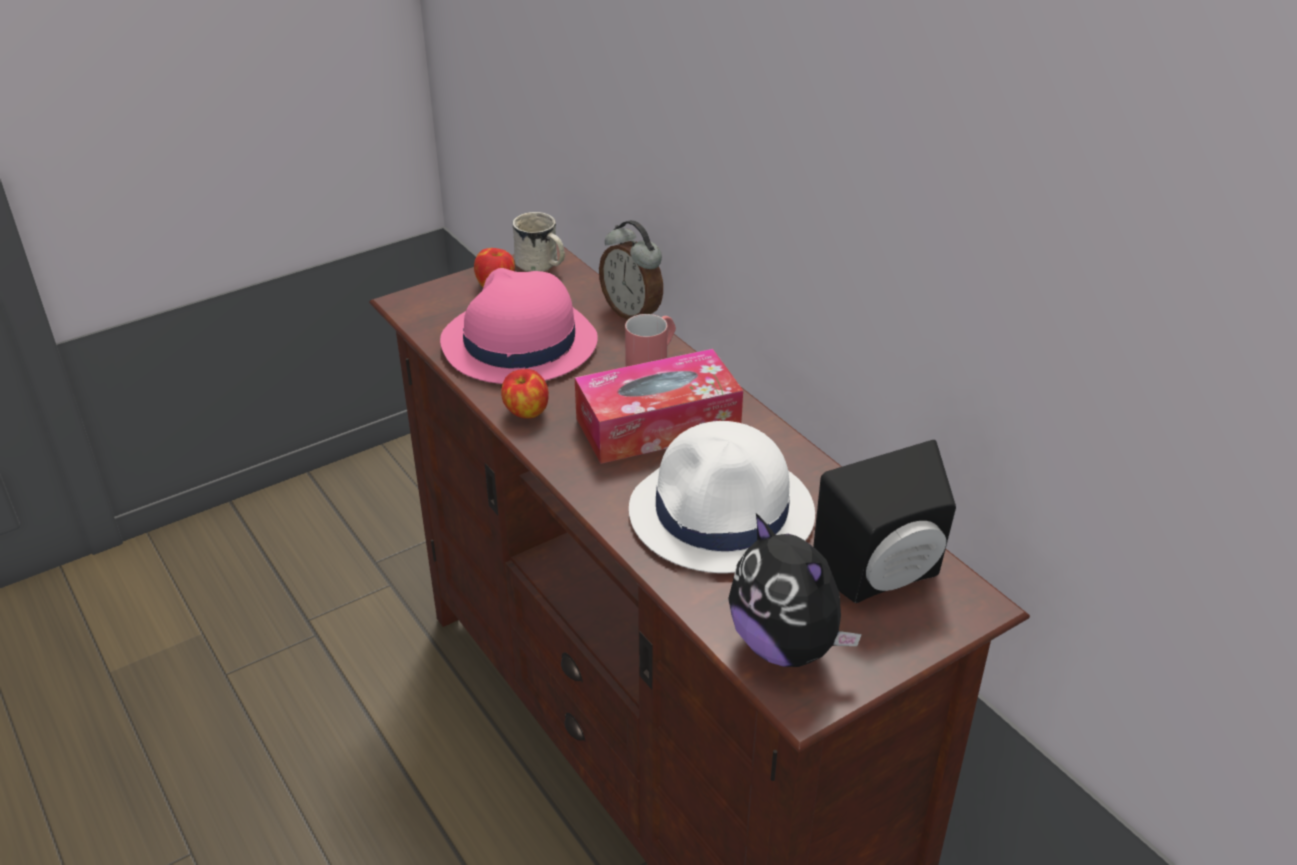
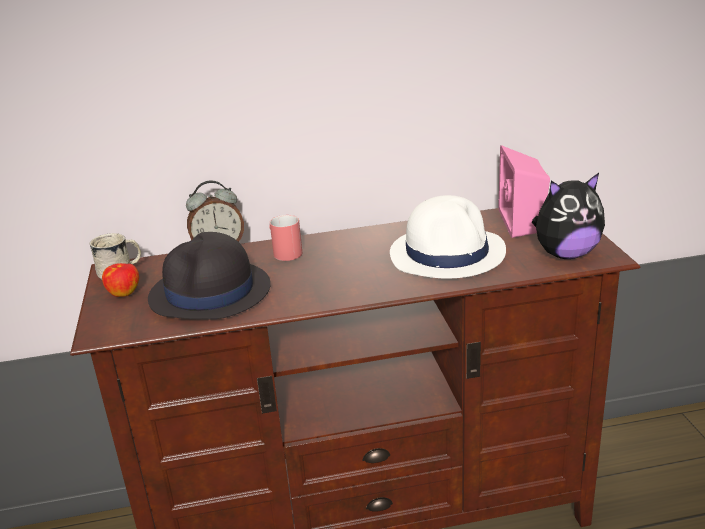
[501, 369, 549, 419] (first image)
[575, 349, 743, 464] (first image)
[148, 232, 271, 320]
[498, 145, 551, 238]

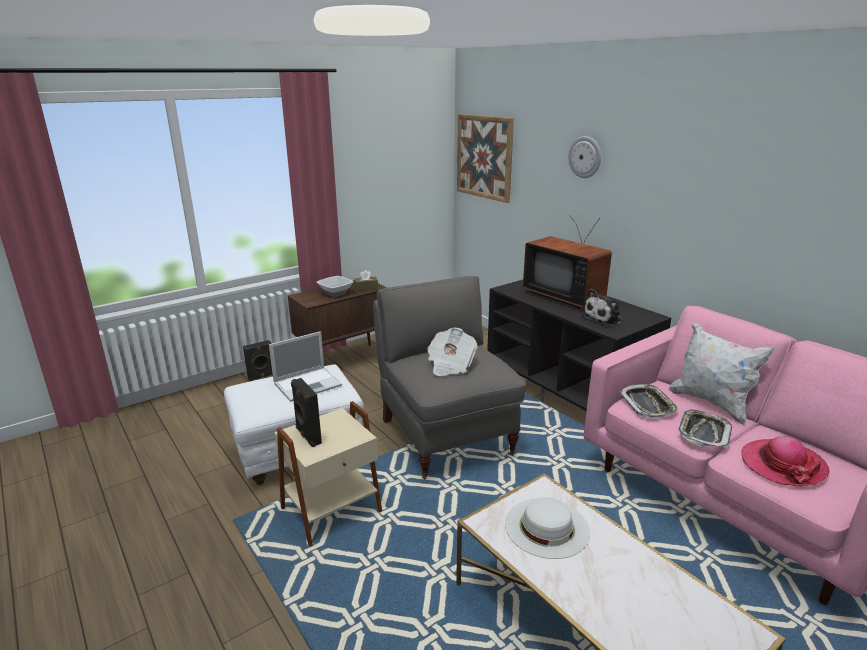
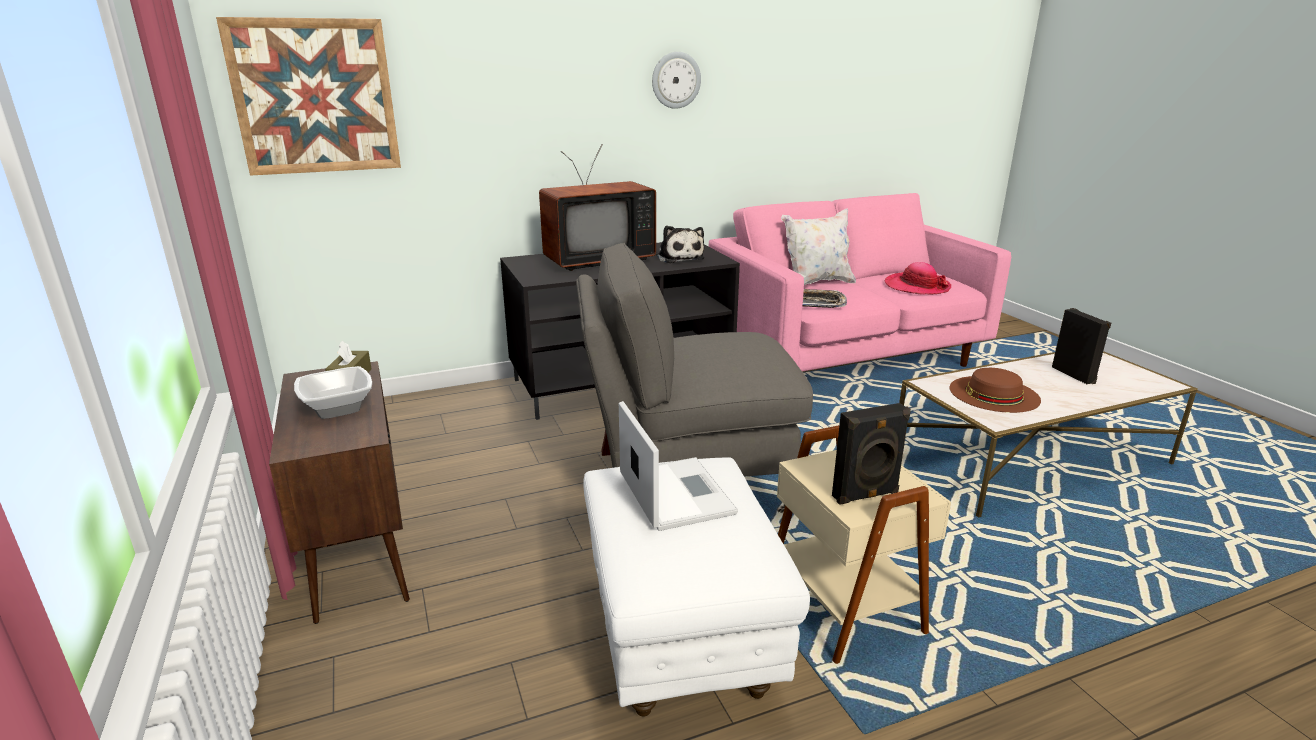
[427, 328, 478, 376] (first image)
[678, 409, 732, 448] (first image)
[1052, 308, 1111, 384]
[652, 52, 701, 109]
[949, 368, 1041, 413]

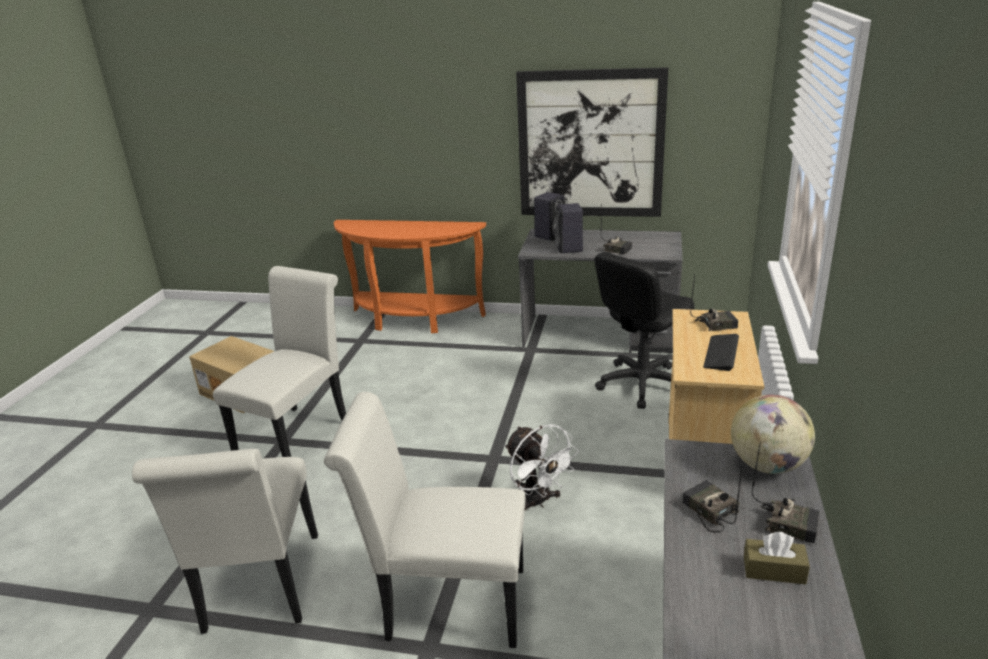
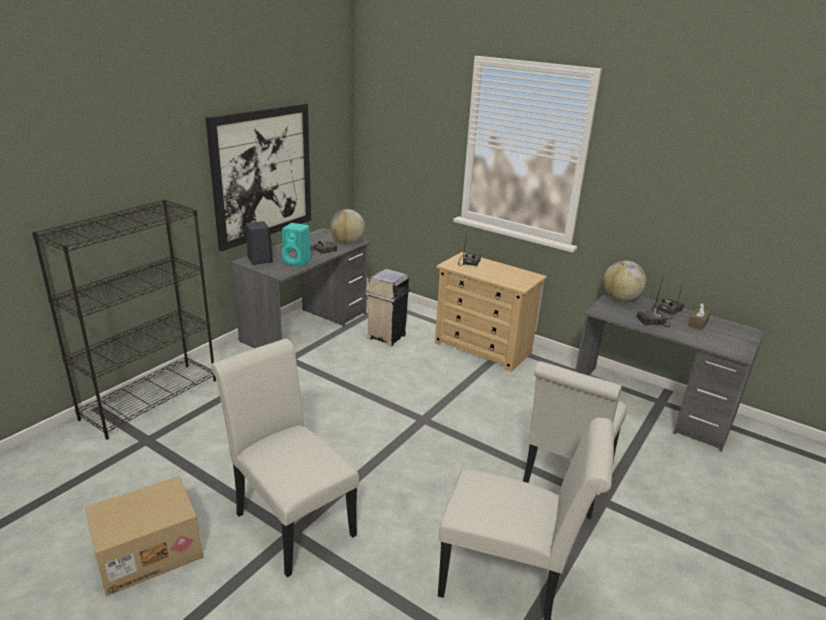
[505, 424, 579, 510] (first image)
[703, 334, 739, 371] (first image)
[330, 209, 365, 244]
[32, 199, 216, 440]
[366, 269, 410, 346]
[282, 223, 311, 267]

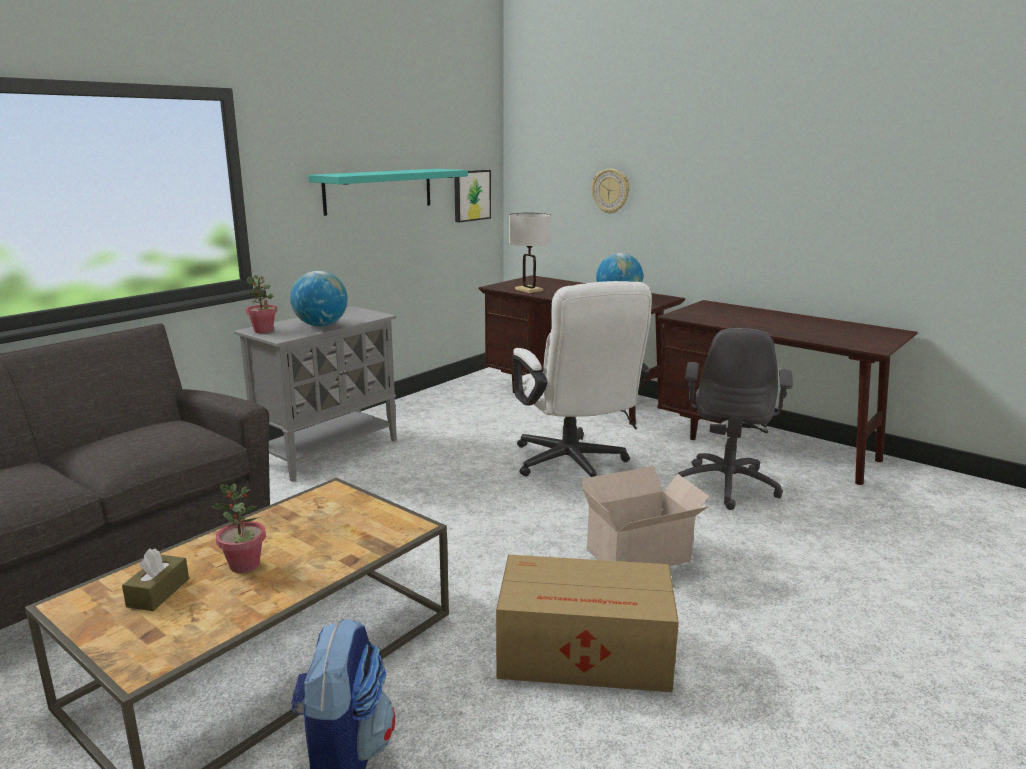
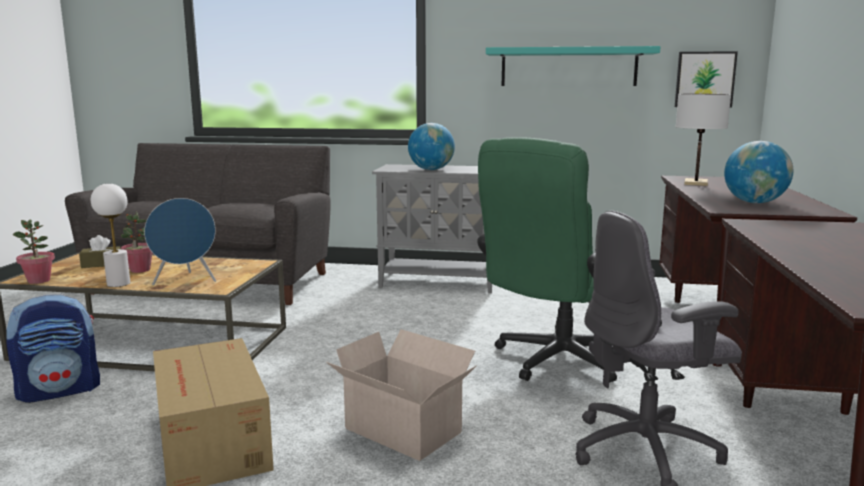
[592, 169, 630, 214] (first image)
[91, 183, 130, 287]
[144, 198, 216, 286]
[13, 219, 55, 284]
[477, 137, 617, 383]

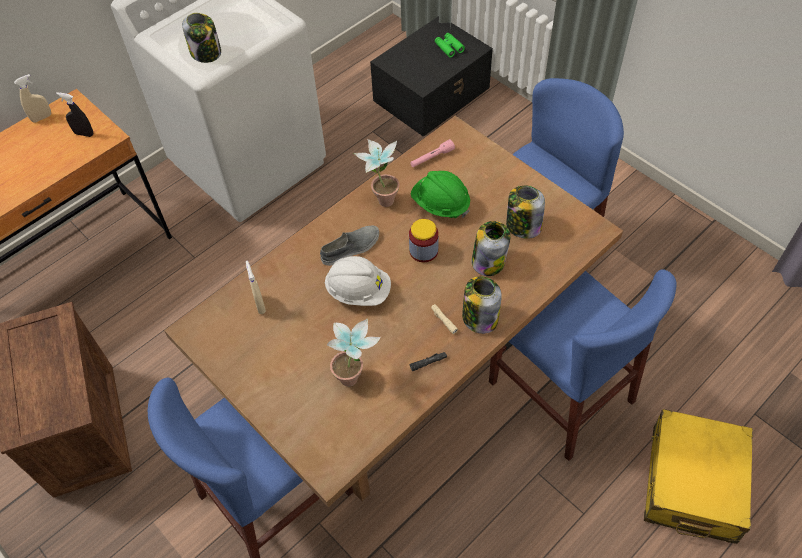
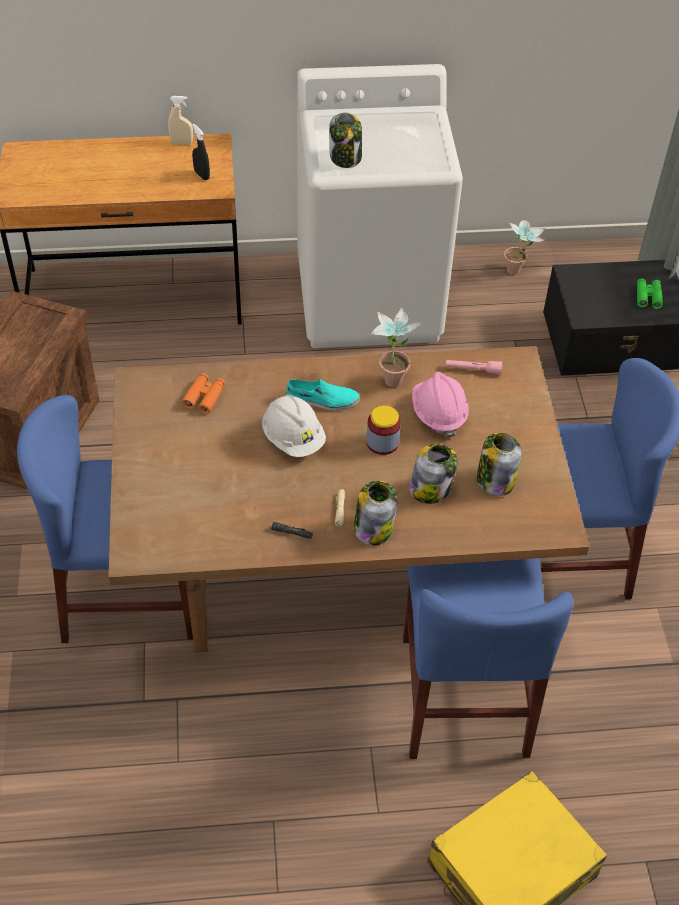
[504, 220, 545, 275]
[181, 373, 225, 414]
[286, 378, 360, 411]
[412, 372, 469, 438]

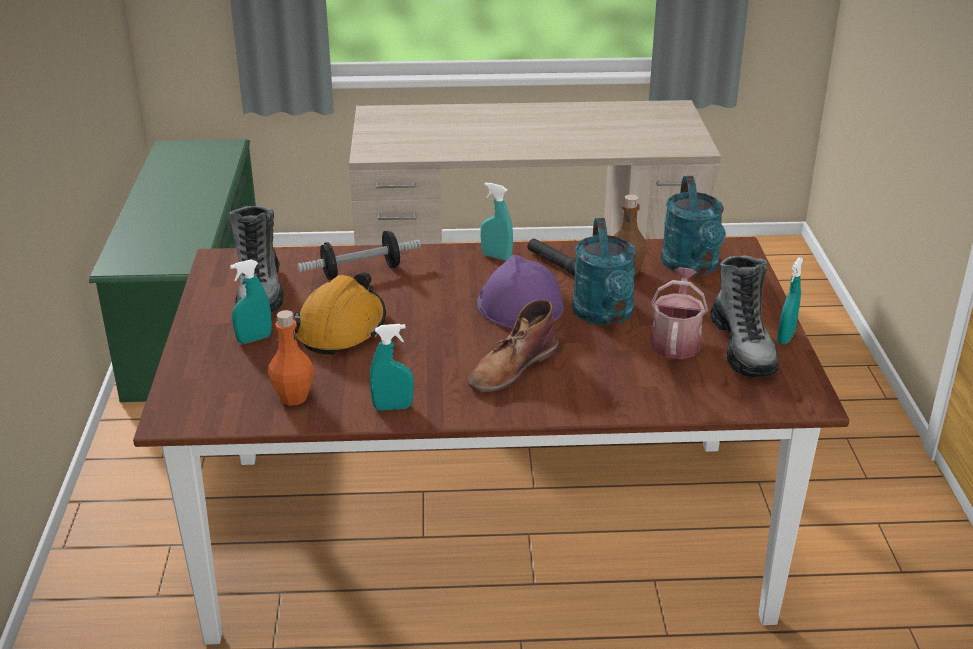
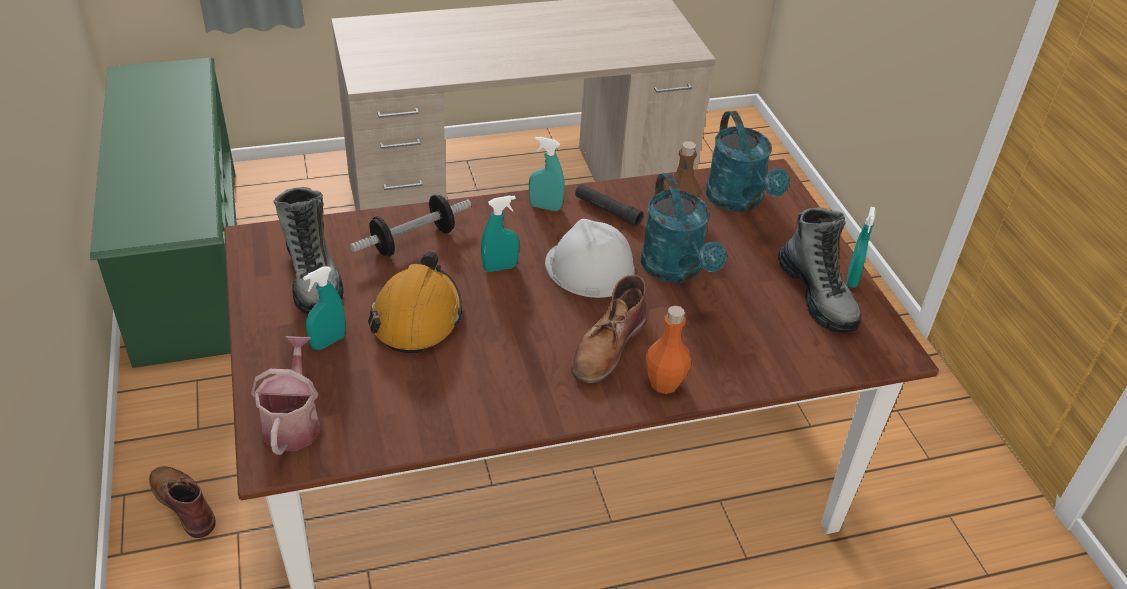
[149, 466, 216, 538]
[646, 306, 691, 394]
[481, 195, 519, 272]
[251, 336, 321, 455]
[545, 219, 635, 298]

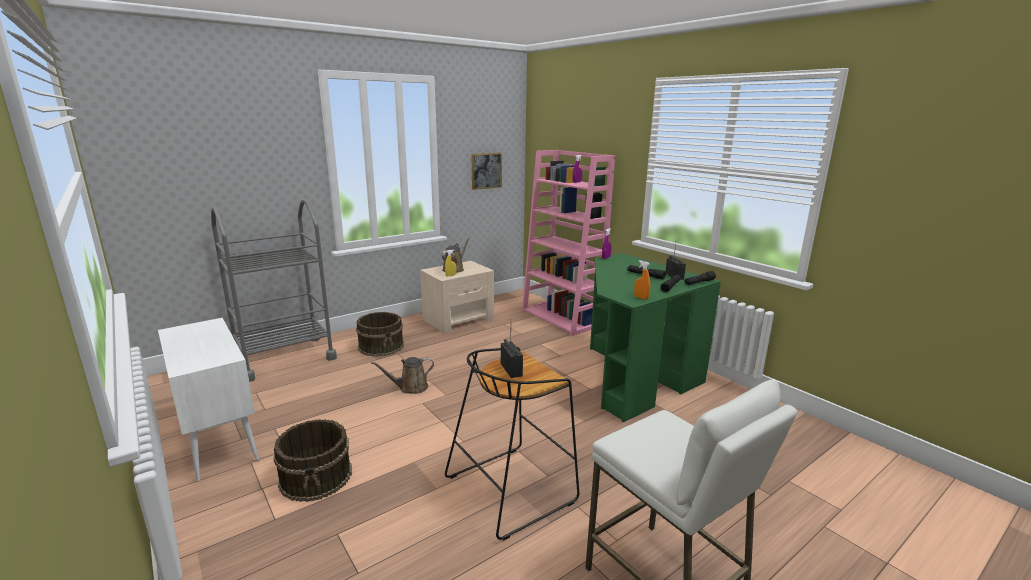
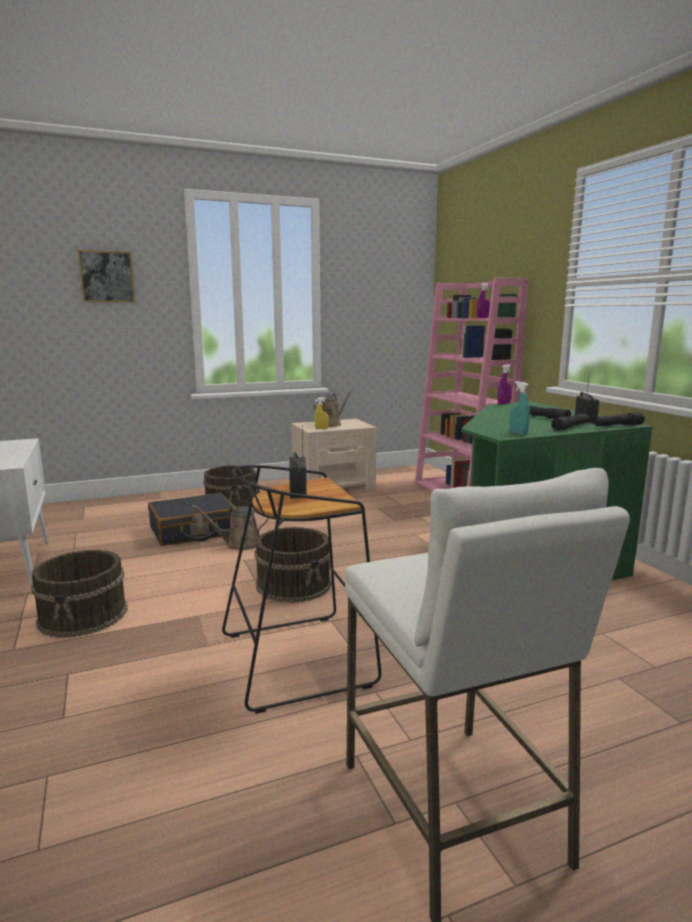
[211, 199, 337, 382] (first image)
[148, 493, 236, 546]
[254, 527, 332, 603]
[78, 250, 136, 303]
[509, 381, 530, 435]

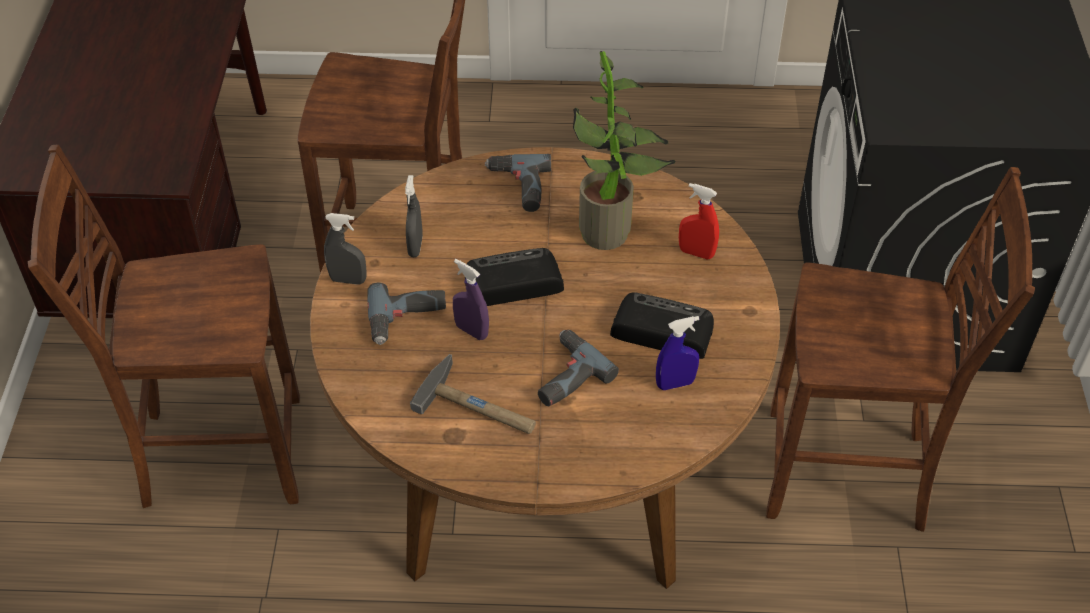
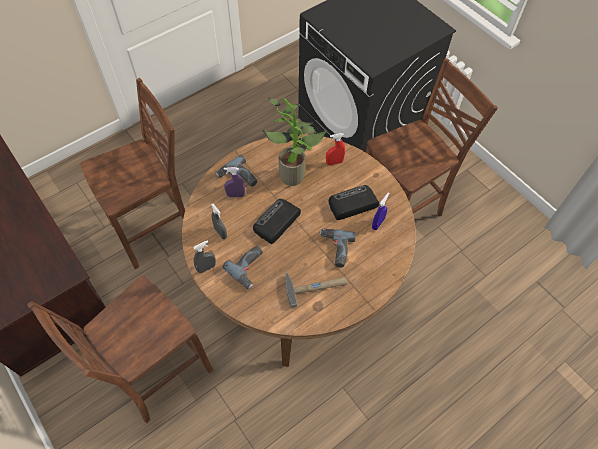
[224, 167, 245, 197]

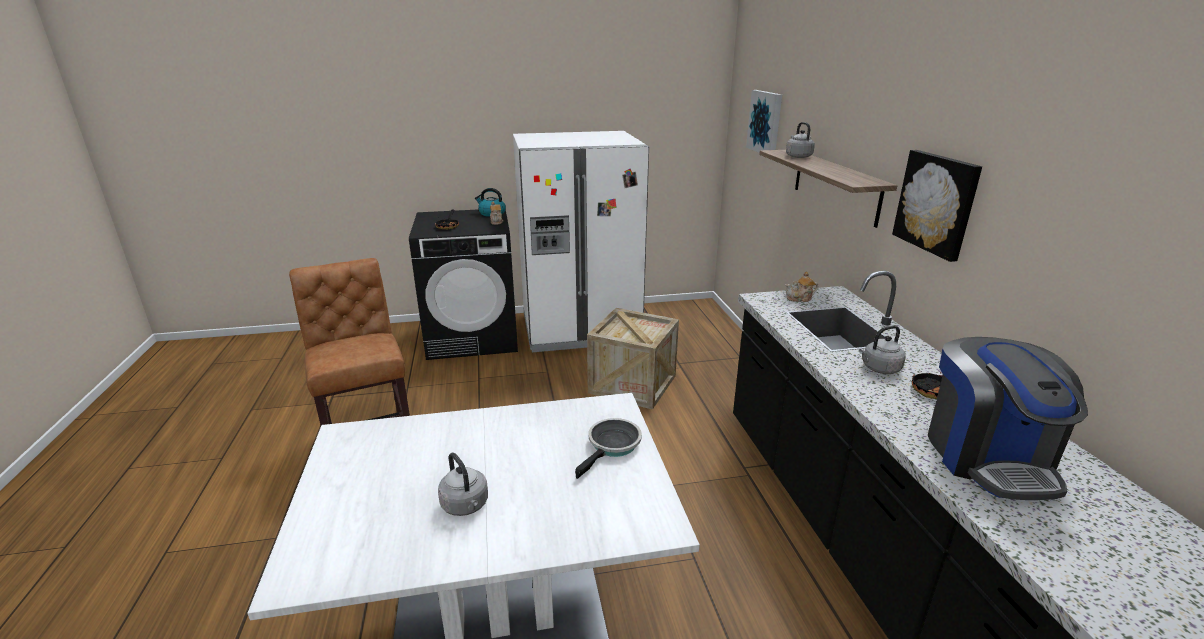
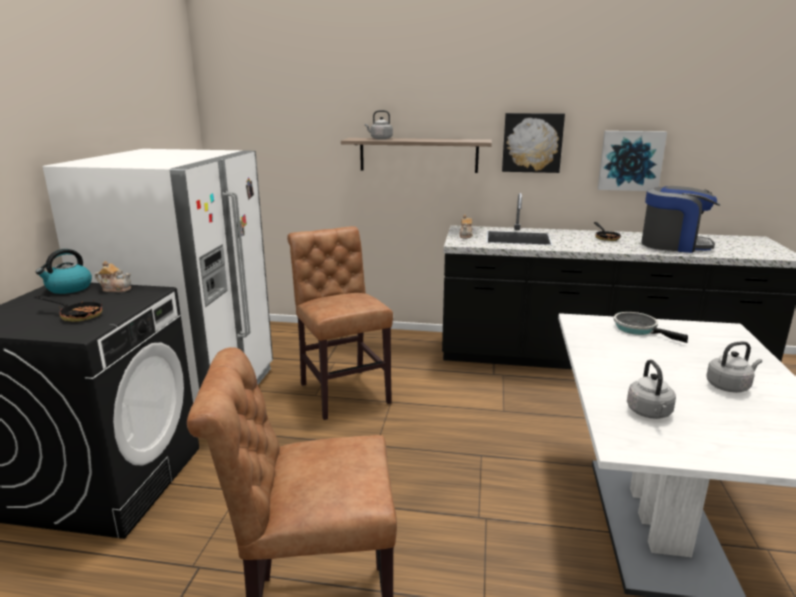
[598, 131, 667, 191]
[627, 360, 676, 419]
[287, 226, 393, 420]

